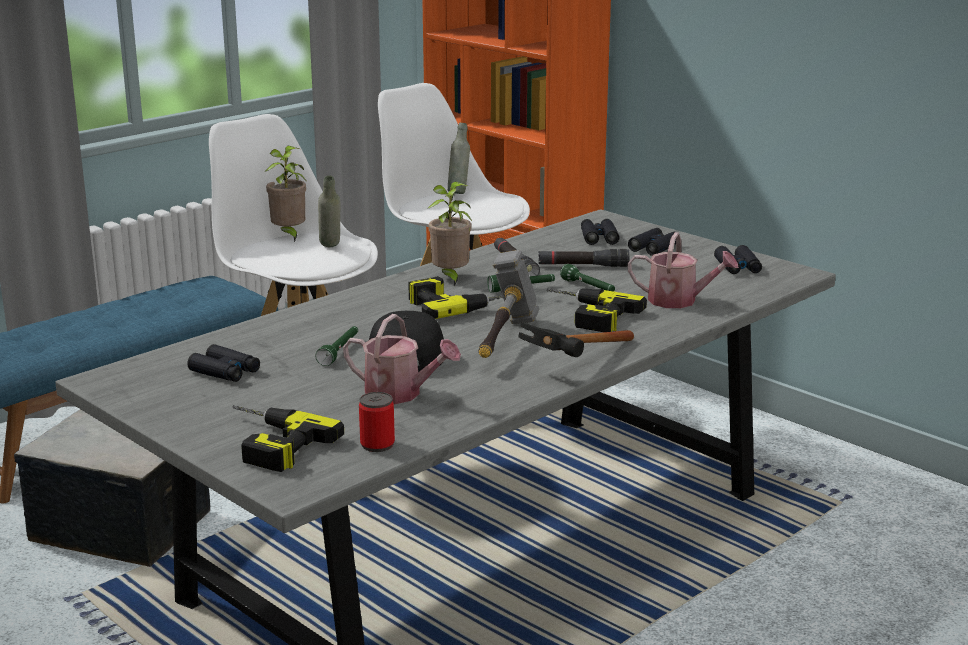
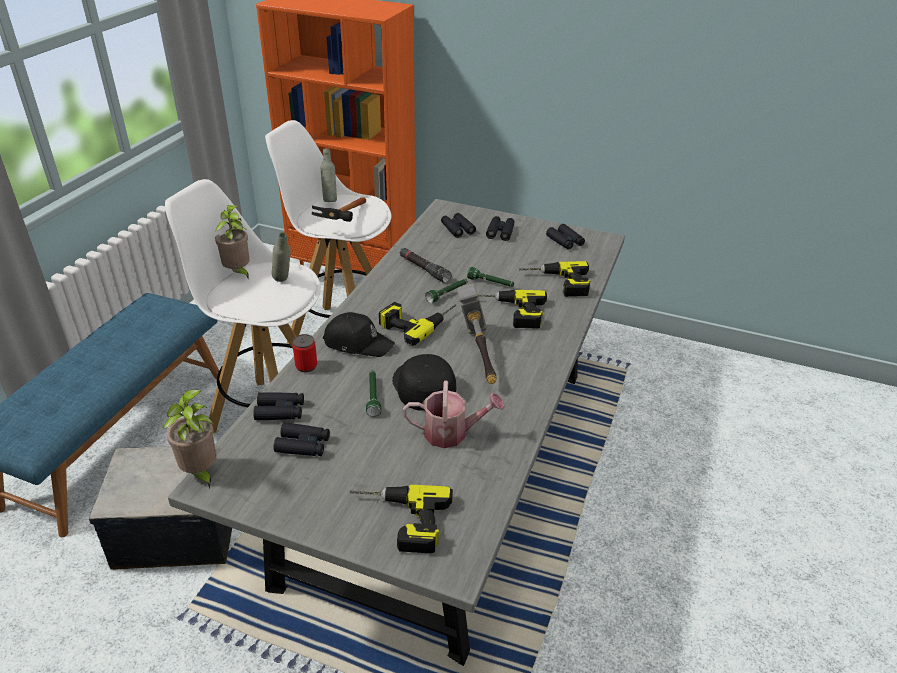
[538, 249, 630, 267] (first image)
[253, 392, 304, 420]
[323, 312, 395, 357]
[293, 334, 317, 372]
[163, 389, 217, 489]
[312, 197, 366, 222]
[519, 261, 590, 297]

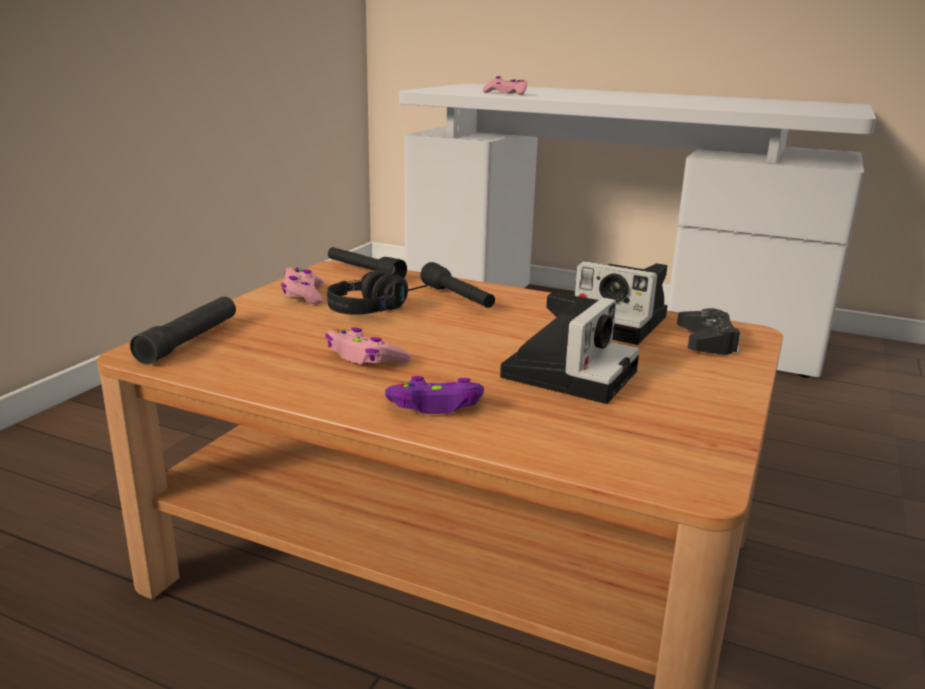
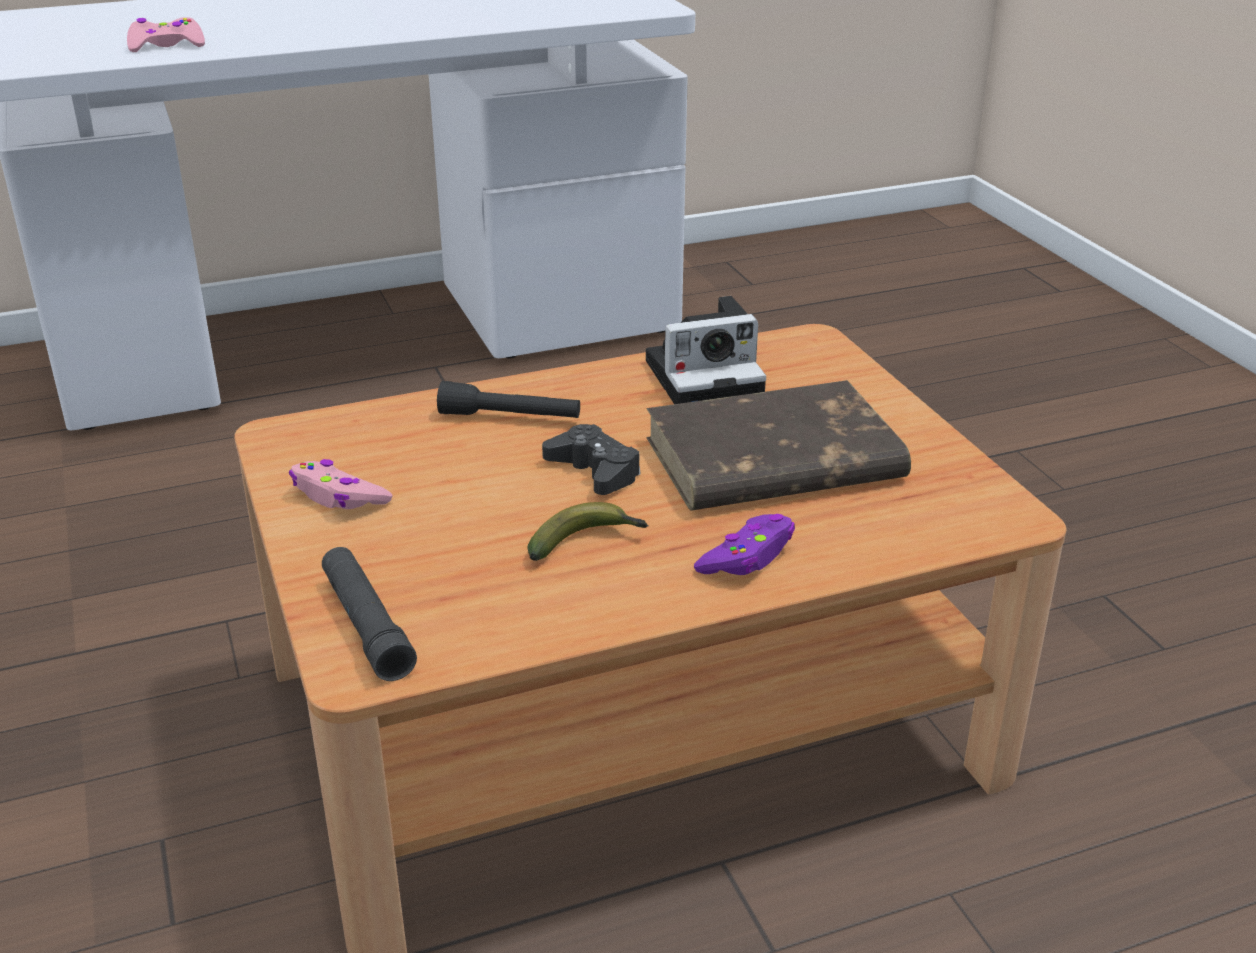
[327, 271, 428, 315] (first image)
[328, 247, 407, 278] (first image)
[542, 424, 641, 495]
[527, 502, 649, 561]
[646, 380, 911, 511]

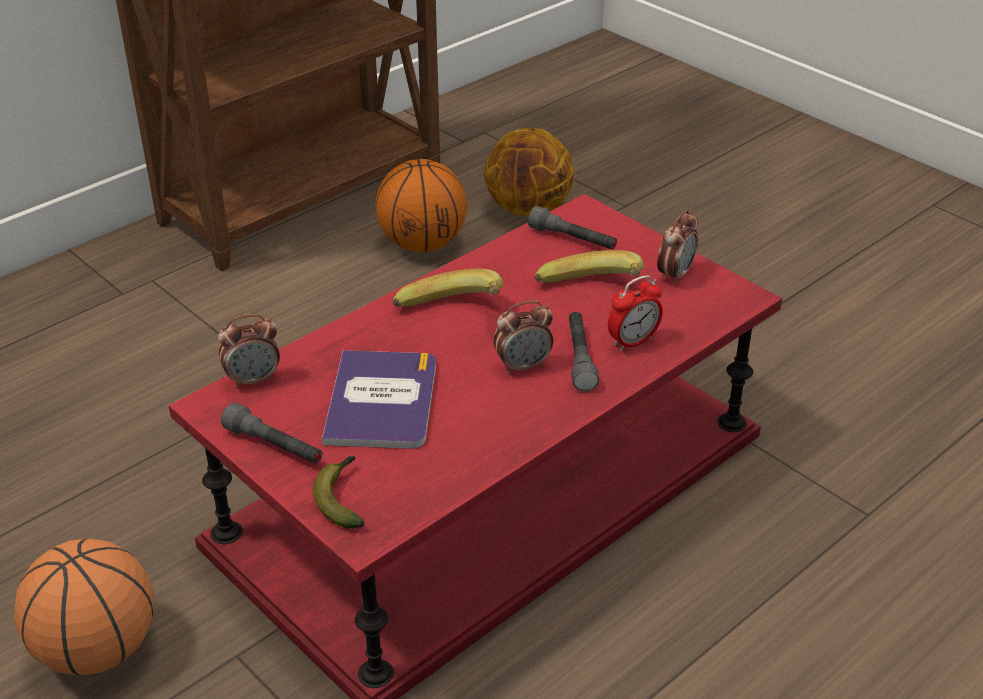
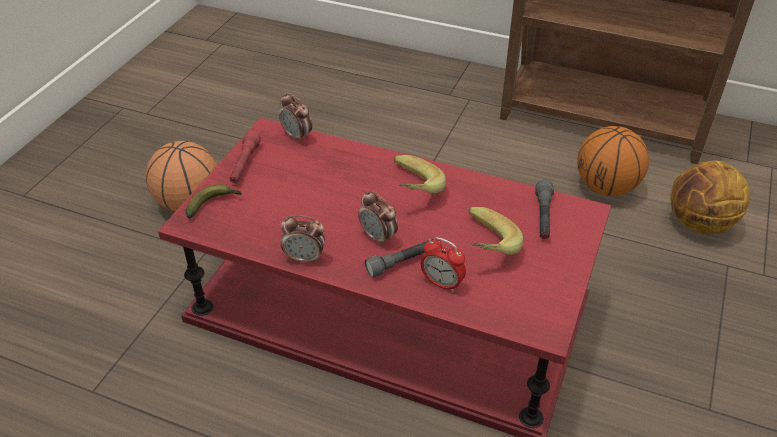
[322, 350, 436, 449] (first image)
[281, 215, 325, 264]
[230, 131, 261, 183]

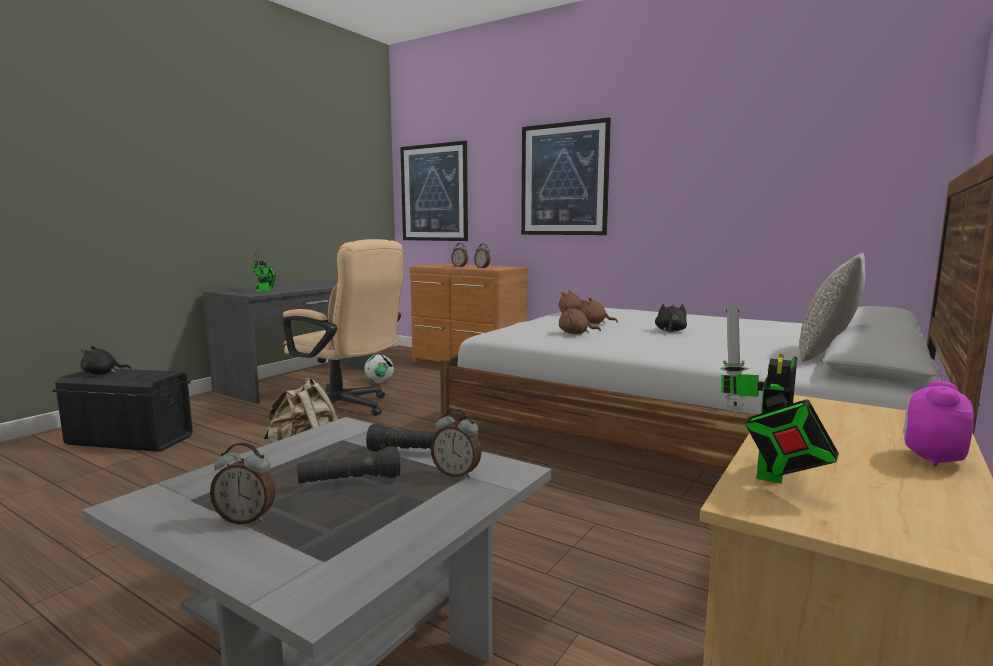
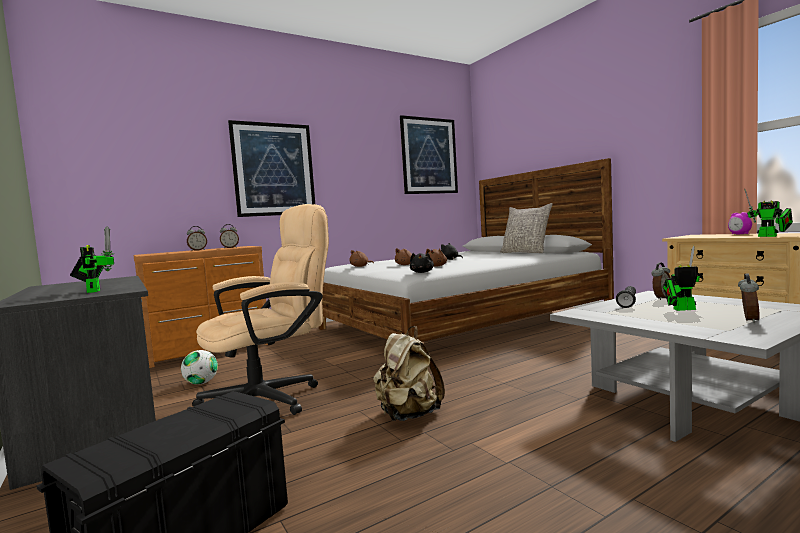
[410, 252, 434, 273]
[400, 115, 458, 194]
[663, 246, 700, 311]

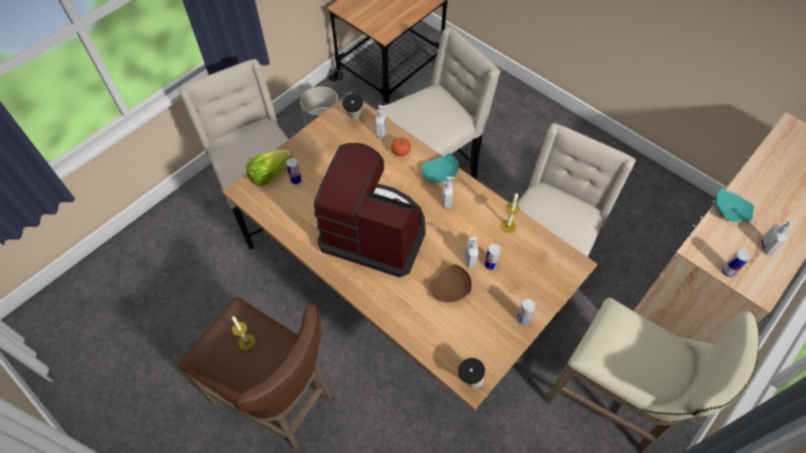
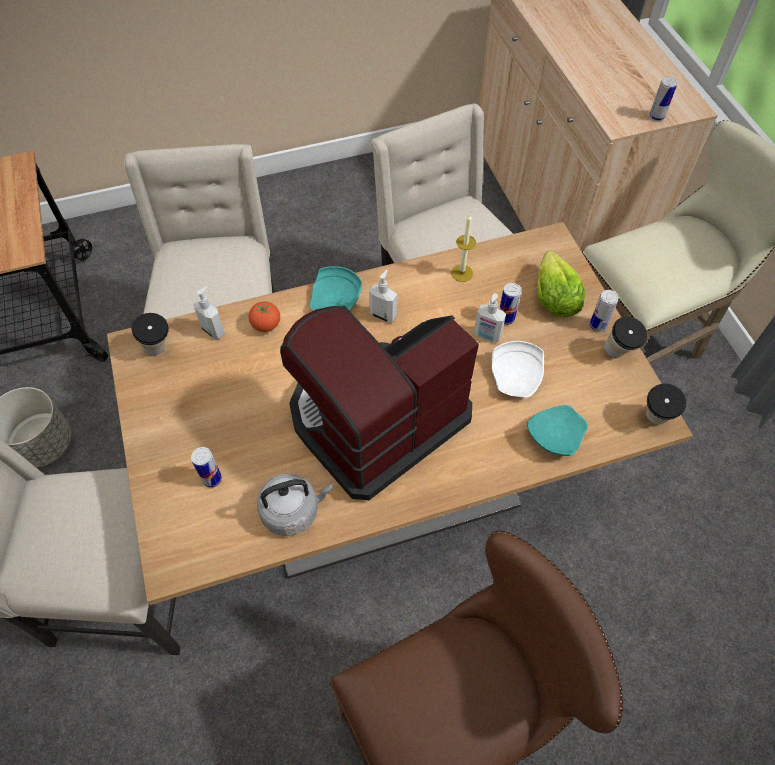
[232, 316, 255, 350] (first image)
[761, 221, 797, 255] (first image)
[257, 473, 333, 536]
[604, 316, 647, 357]
[537, 251, 586, 317]
[527, 405, 588, 456]
[492, 341, 544, 398]

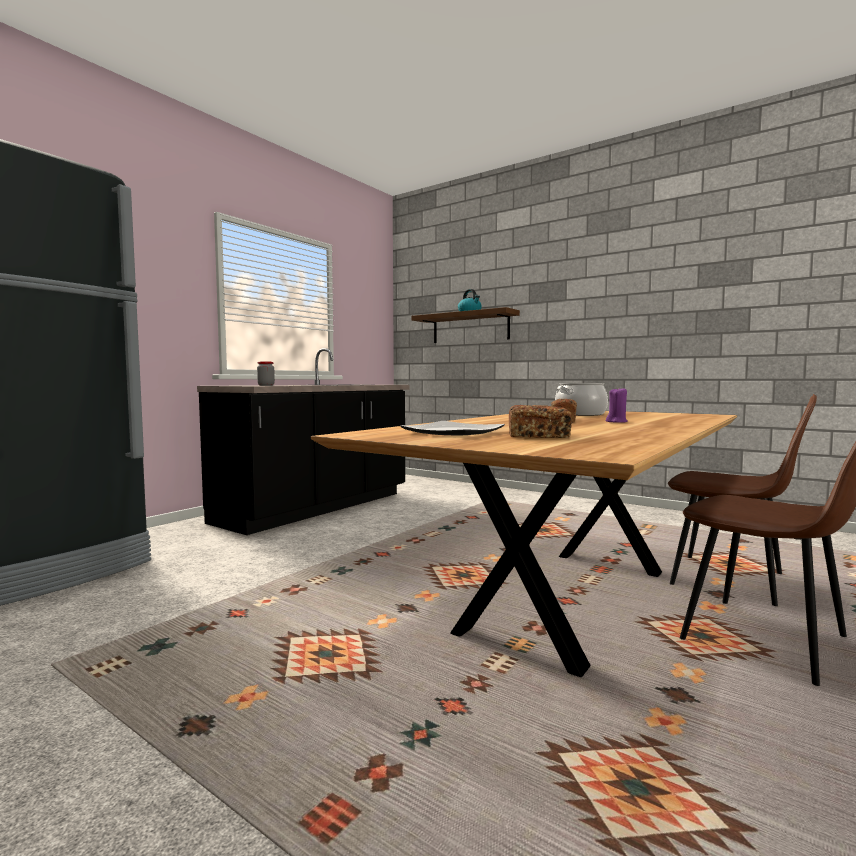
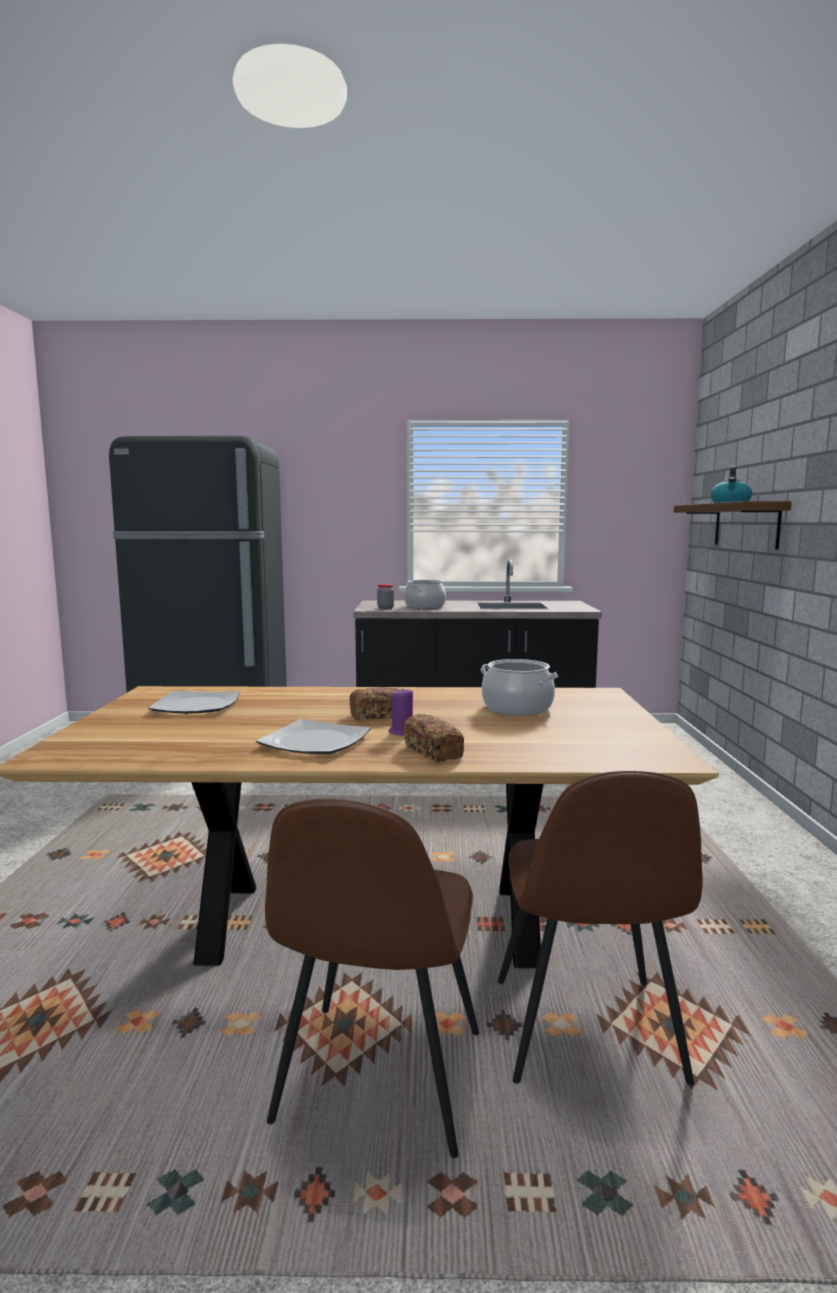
[256, 719, 371, 754]
[404, 580, 446, 609]
[404, 714, 464, 762]

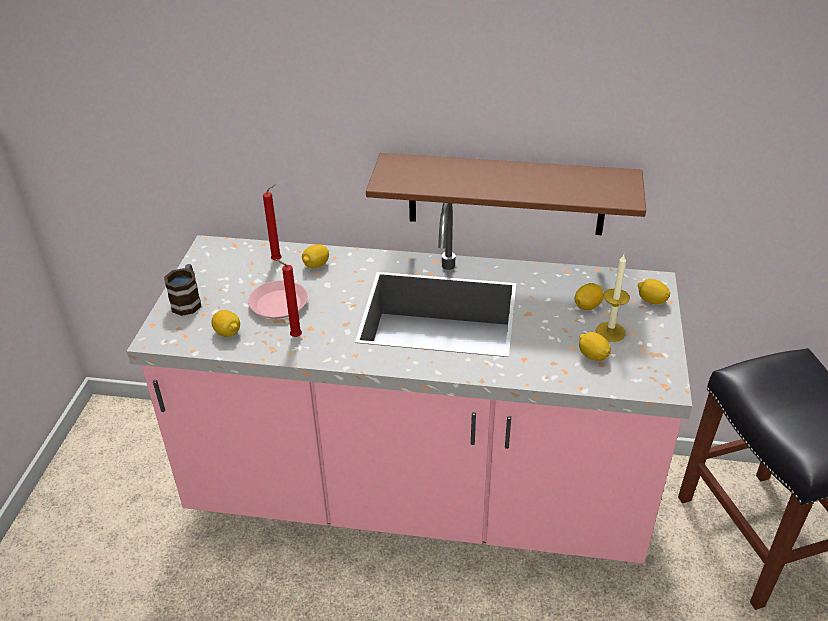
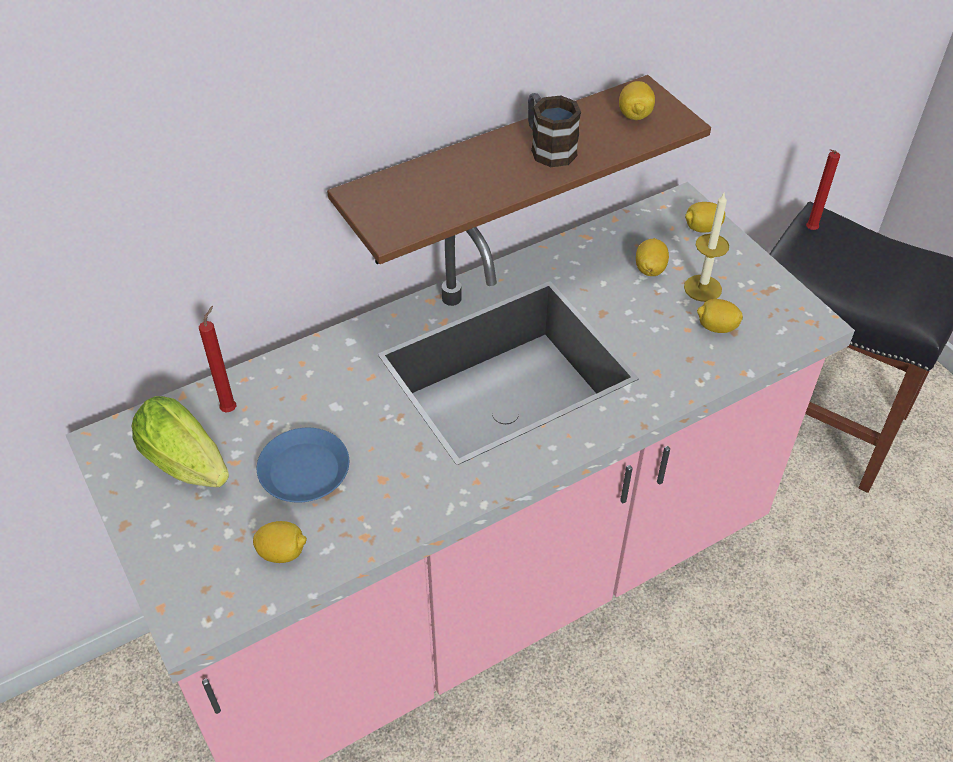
[131, 396, 229, 487]
[528, 93, 581, 167]
[806, 149, 840, 230]
[619, 81, 655, 120]
[257, 428, 349, 503]

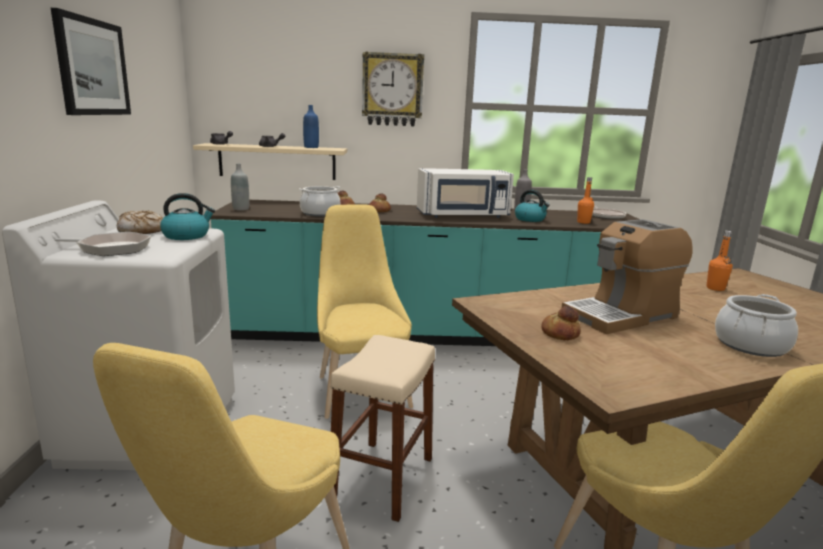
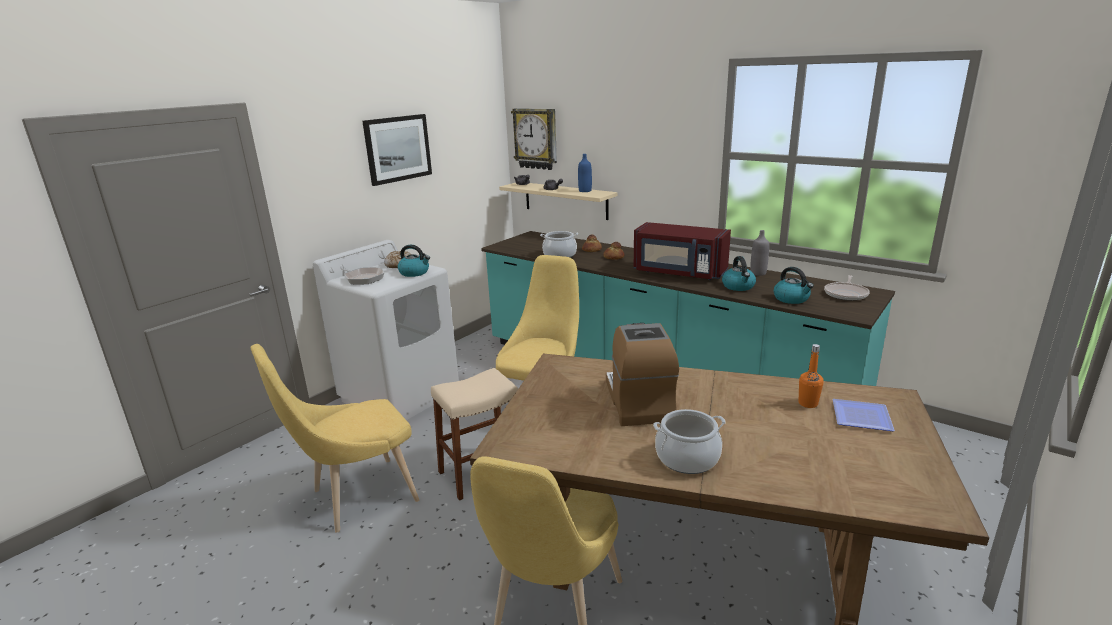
[231, 163, 249, 211] (first image)
[541, 306, 581, 340] (first image)
[833, 399, 895, 431]
[511, 108, 557, 170]
[774, 267, 813, 304]
[633, 222, 731, 280]
[606, 323, 679, 426]

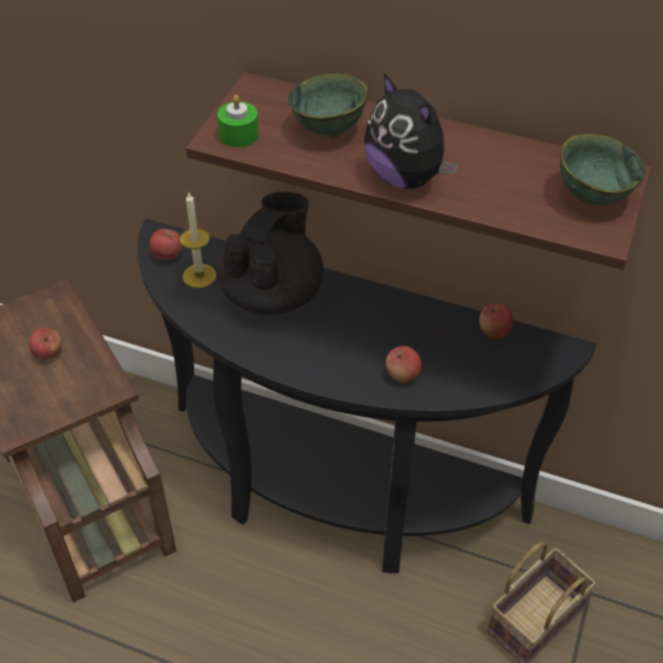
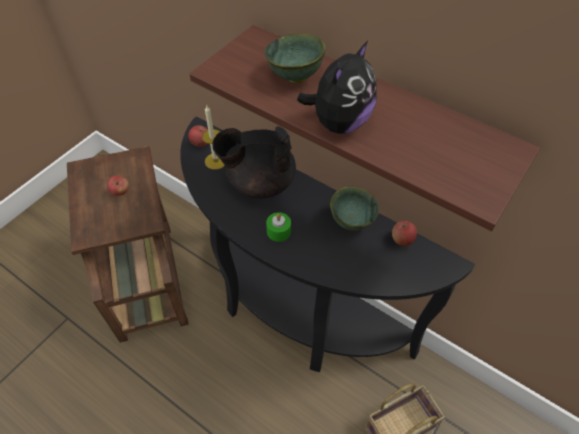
[386, 346, 421, 383] (first image)
[266, 212, 291, 242]
[330, 186, 379, 231]
[212, 126, 296, 198]
[297, 41, 377, 134]

